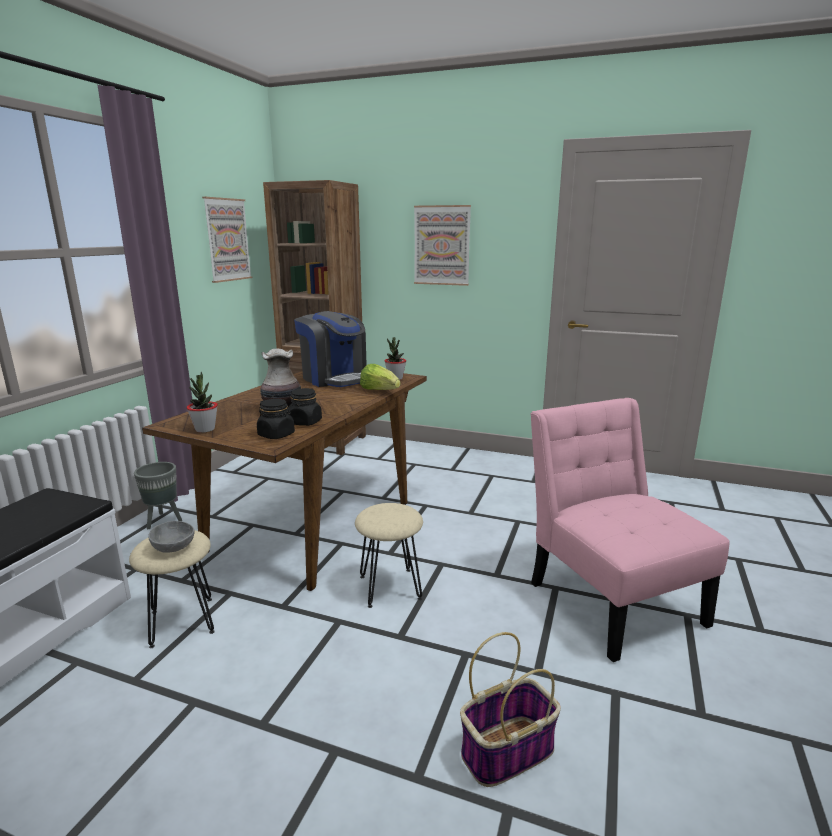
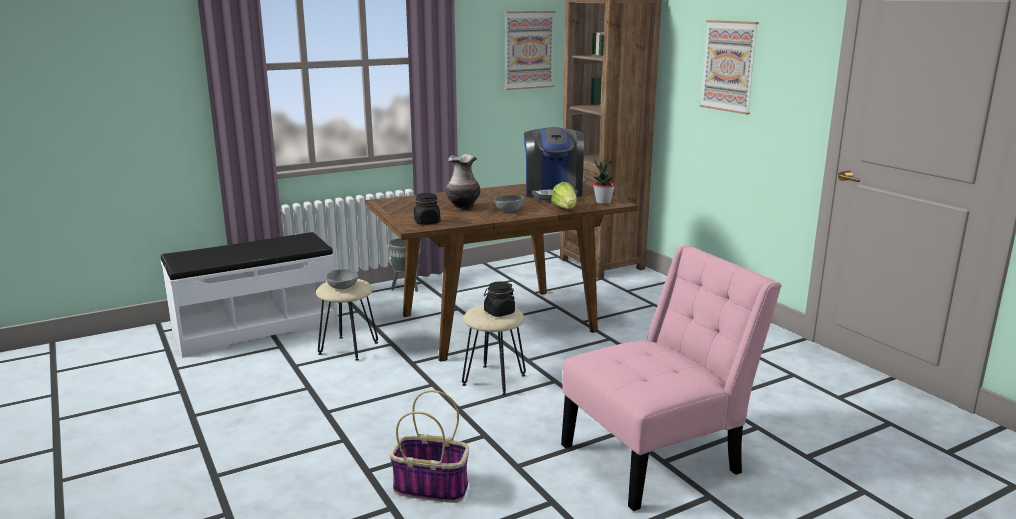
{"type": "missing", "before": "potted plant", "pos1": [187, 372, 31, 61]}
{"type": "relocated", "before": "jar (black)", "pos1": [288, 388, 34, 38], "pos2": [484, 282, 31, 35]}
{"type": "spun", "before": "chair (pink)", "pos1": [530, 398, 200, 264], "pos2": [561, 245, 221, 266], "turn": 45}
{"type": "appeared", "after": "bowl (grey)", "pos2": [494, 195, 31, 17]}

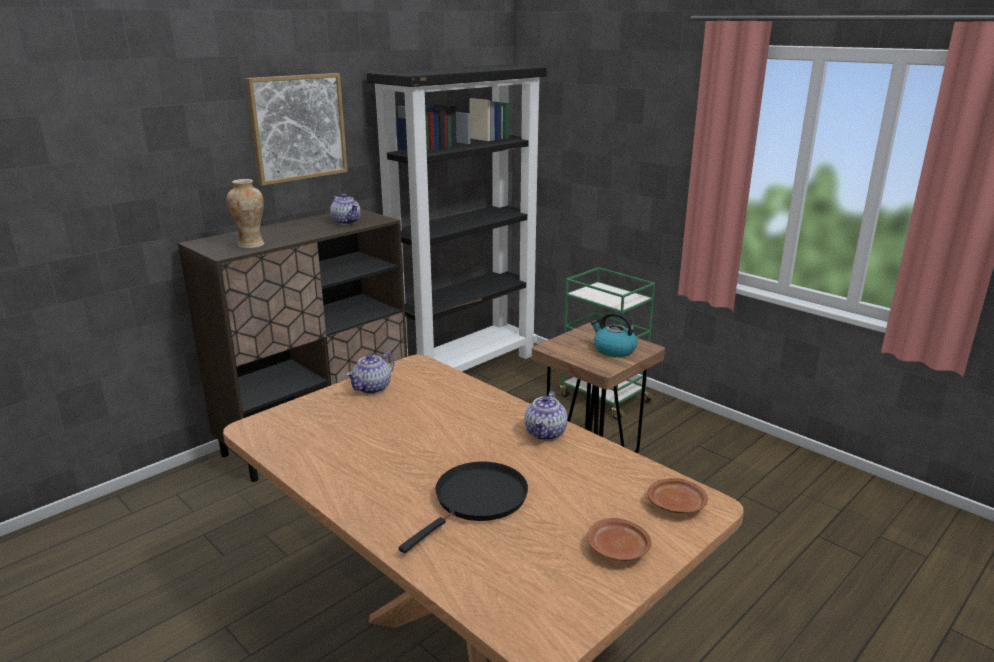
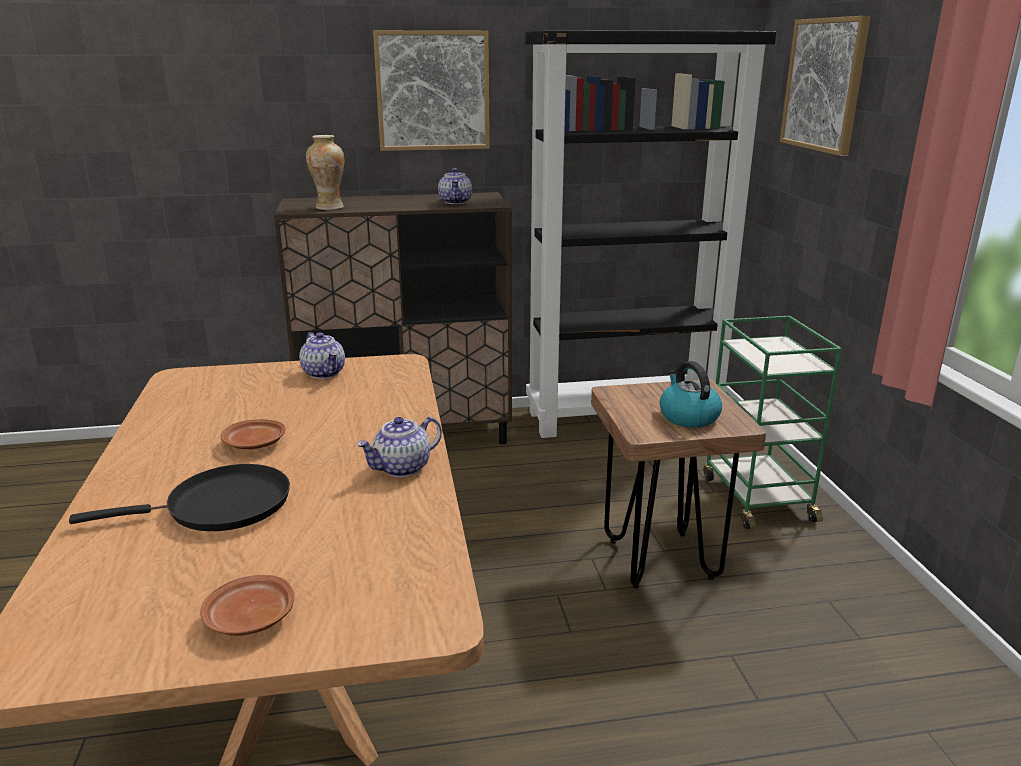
{"type": "spun", "before": "teapot", "pos1": [346, 352, 48, 42], "pos2": [299, 332, 46, 47], "turn": -105}
{"type": "relocated", "before": "plate (brown)", "pos1": [647, 478, 61, 36], "pos2": [221, 419, 65, 31]}
{"type": "appeared", "after": "picture", "pos2": [779, 16, 92, 140]}

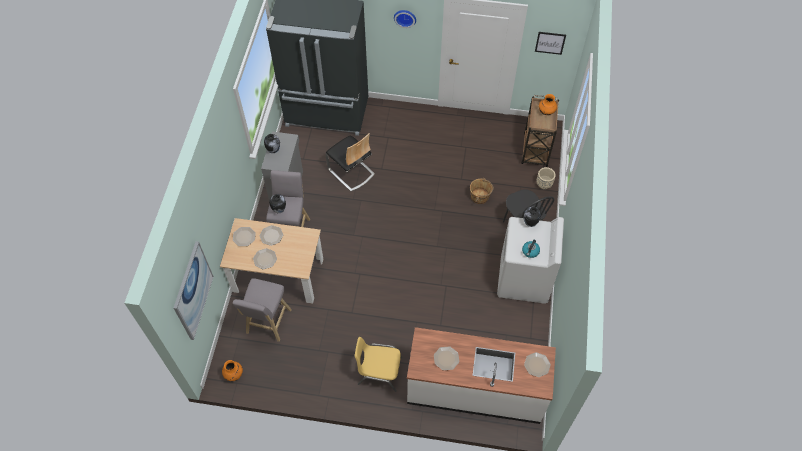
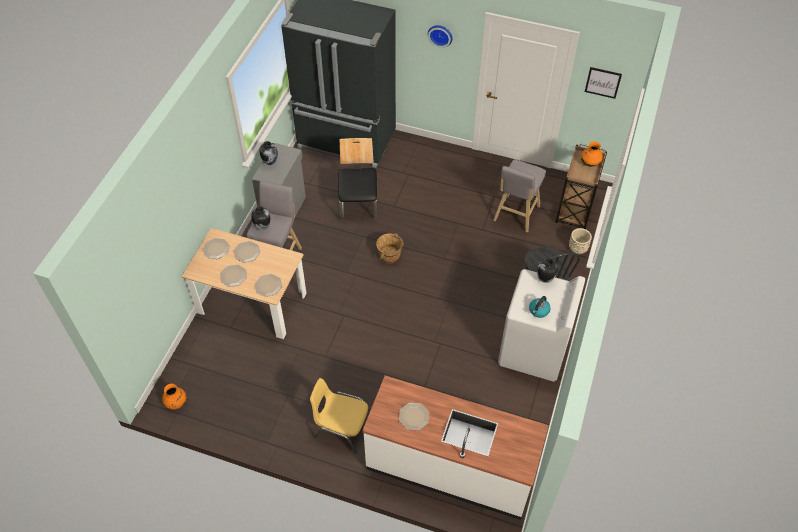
{"type": "missing", "before": "picture", "pos1": [174, 241, 40, 99]}
{"type": "relocated", "before": "stool (grey)", "pos1": [233, 278, 59, 64], "pos2": [493, 160, 53, 73]}
{"type": "spun", "before": "chair", "pos1": [325, 133, 50, 58], "pos2": [338, 138, 39, 81], "turn": -150}
{"type": "relocated", "before": "bucket (brown)", "pos1": [470, 178, 24, 26], "pos2": [376, 233, 28, 30]}
{"type": "relocated", "before": "plate", "pos1": [524, 352, 27, 25], "pos2": [255, 274, 27, 23]}

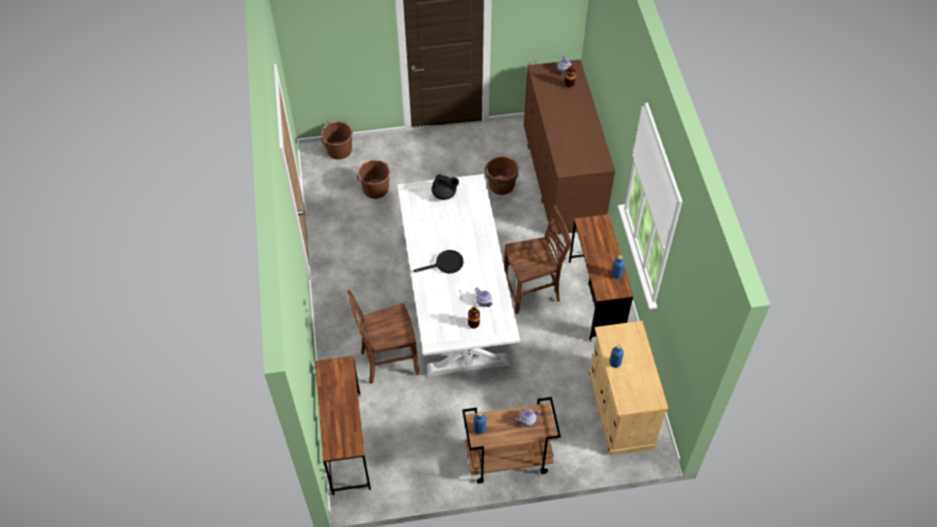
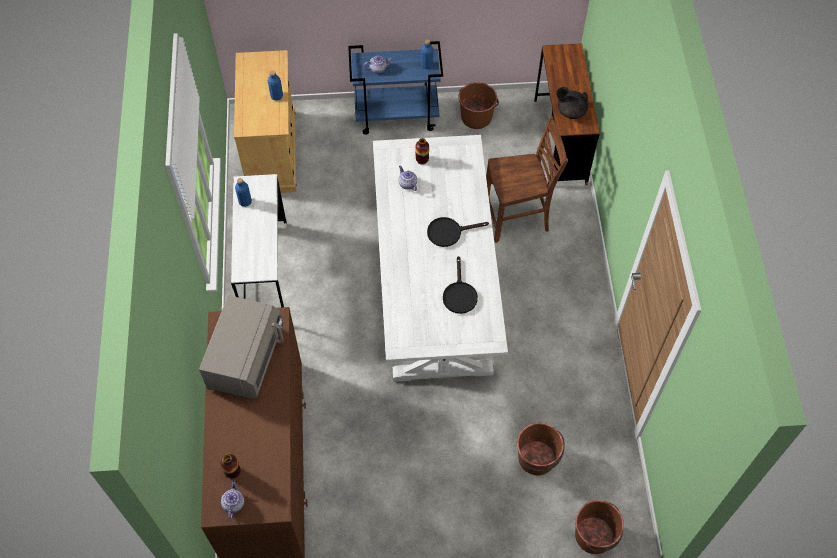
{"type": "relocated", "before": "teapot (black)", "pos1": [432, 174, 27, 26], "pos2": [556, 87, 32, 32]}
{"type": "colour", "before": "cart (brown)", "after": "cart (blue)", "pos1": [462, 397, 99, 87], "pos2": [348, 41, 95, 94]}
{"type": "relocated", "before": "bucket (brown)", "pos1": [485, 156, 34, 39], "pos2": [459, 82, 40, 47]}
{"type": "missing", "before": "chair (brown)", "pos1": [504, 206, 68, 108]}
{"type": "colour", "before": "desk (brown)", "after": "desk (white)", "pos1": [569, 214, 64, 128], "pos2": [231, 174, 56, 133]}
{"type": "appeared", "after": "microwave (grey)", "pos2": [199, 295, 85, 104]}
{"type": "appeared", "after": "frying pan (black)", "pos2": [443, 256, 35, 58]}

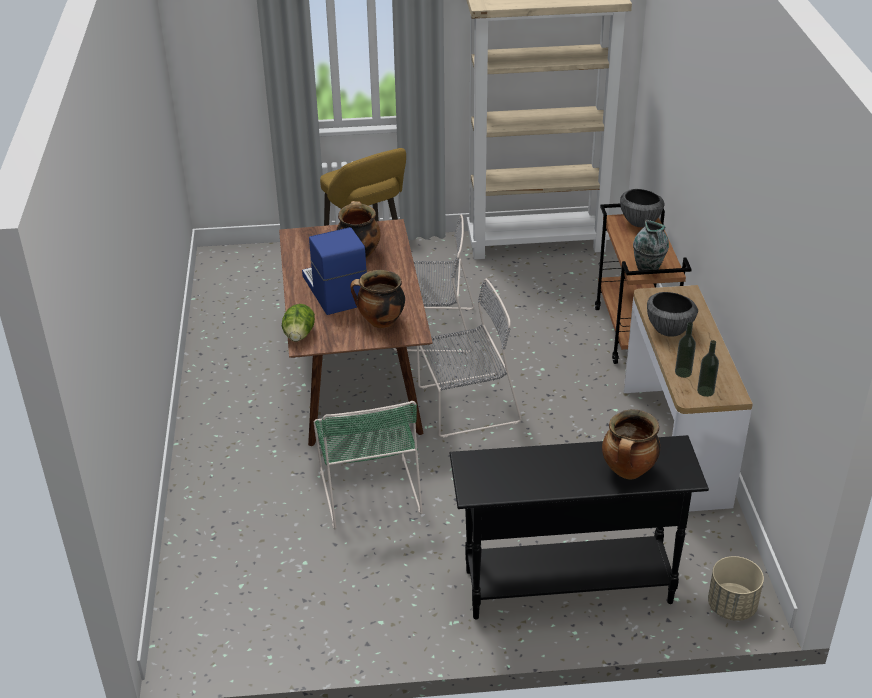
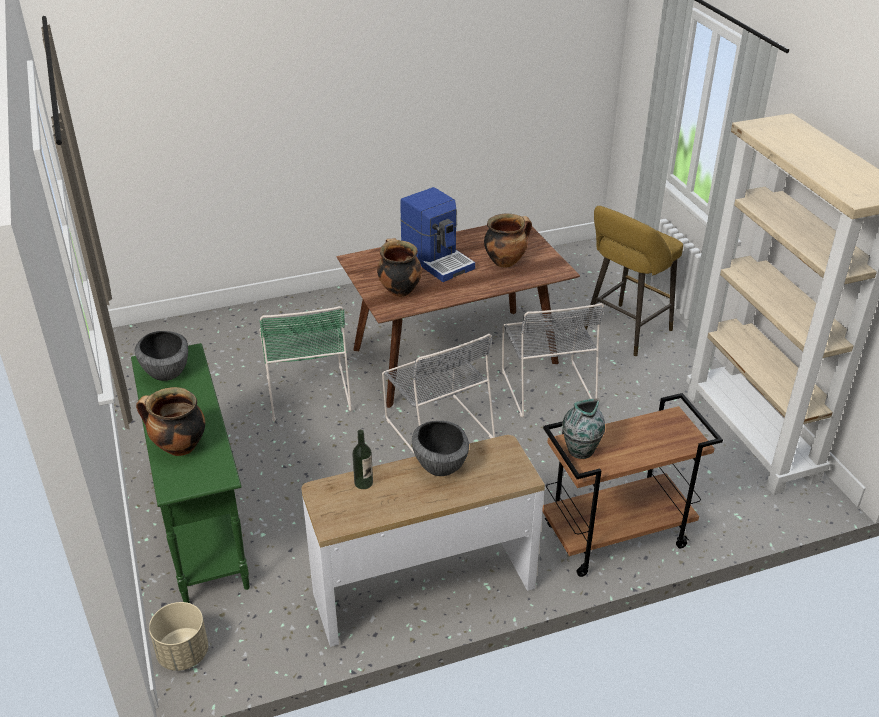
{"type": "missing", "before": "lettuce", "pos1": [282, 304, 33, 38]}
{"type": "spun", "before": "coffee machine", "pos1": [302, 227, 65, 88], "pos2": [400, 187, 75, 95], "turn": 90}
{"type": "spun", "before": "chair (green)", "pos1": [314, 401, 108, 128], "pos2": [259, 306, 93, 116], "turn": -75}
{"type": "colour", "before": "console table (black)", "after": "console table (green)", "pos1": [449, 435, 260, 184], "pos2": [131, 343, 119, 260]}
{"type": "relocated", "before": "bowl", "pos1": [620, 189, 45, 38], "pos2": [135, 331, 53, 50]}
{"type": "missing", "before": "bottle", "pos1": [697, 340, 22, 57]}

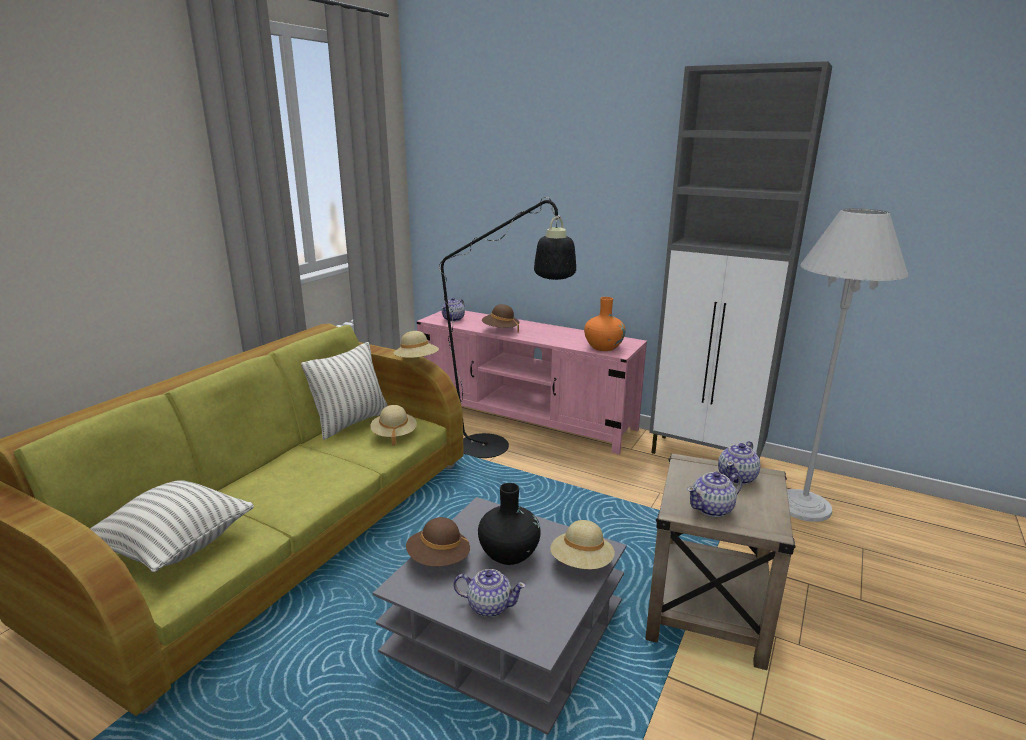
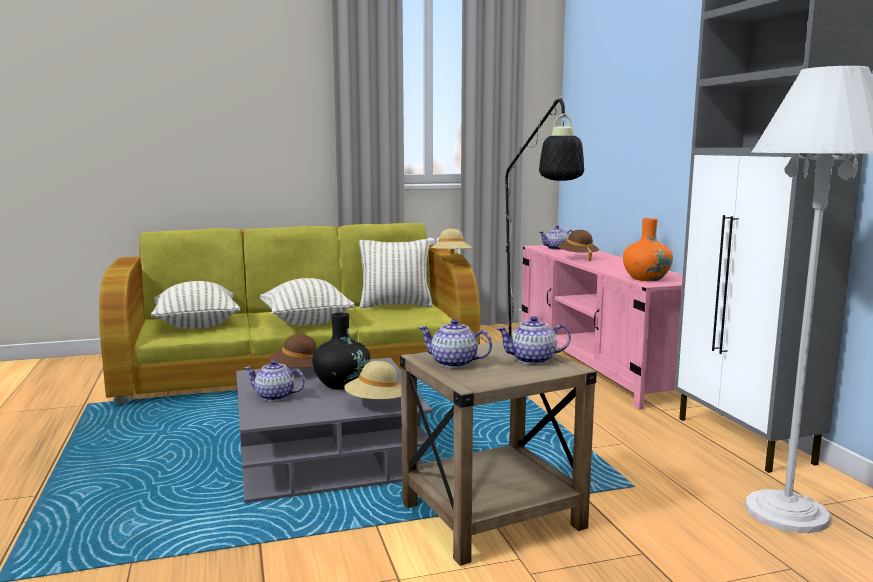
{"type": "missing", "before": "hat (beige)", "pos1": [370, 405, 47, 41]}
{"type": "spun", "before": "teapot", "pos1": [453, 569, 73, 48], "pos2": [244, 360, 61, 41], "turn": 135}
{"type": "appeared", "after": "pillow", "pos2": [260, 278, 95, 48]}

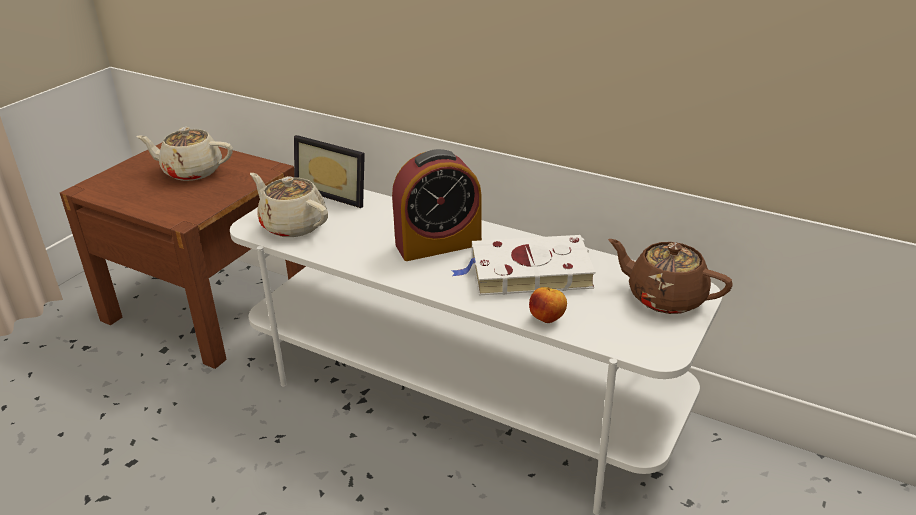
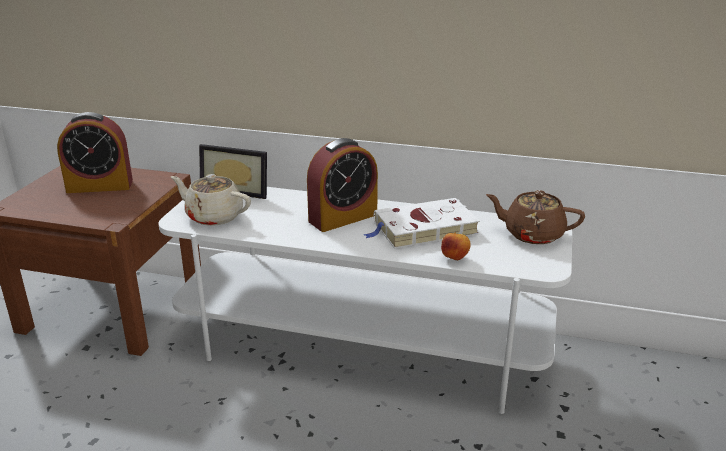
{"type": "exchanged", "before": "teapot (beige)", "after": "alarm clock", "pos1": [136, 127, 97, 54], "pos2": [57, 112, 76, 81]}

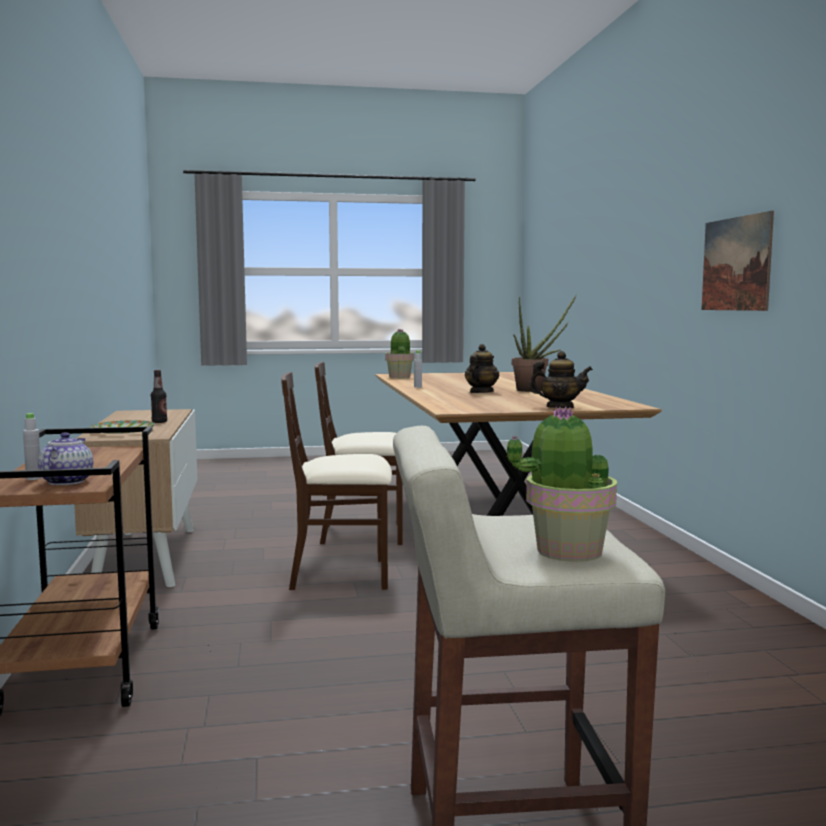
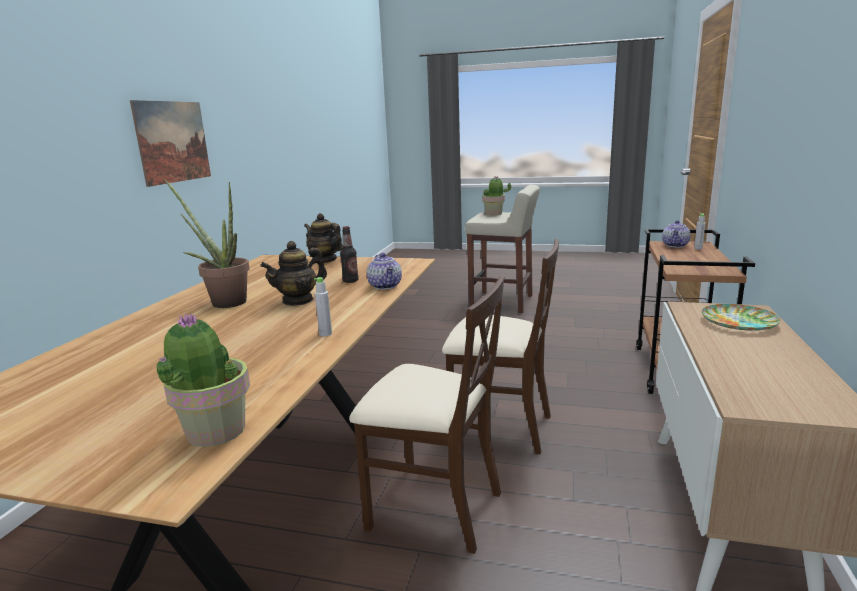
{"type": "relocated", "before": "bottle", "pos1": [151, 370, 16, 53], "pos2": [340, 226, 19, 57]}
{"type": "appeared", "after": "teapot", "pos2": [367, 253, 35, 37]}

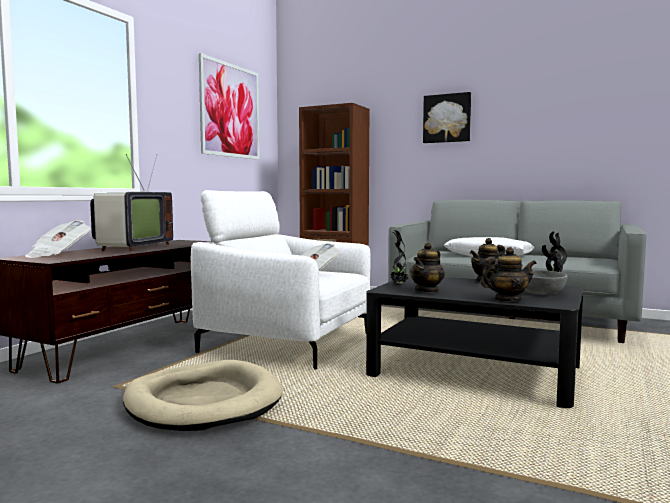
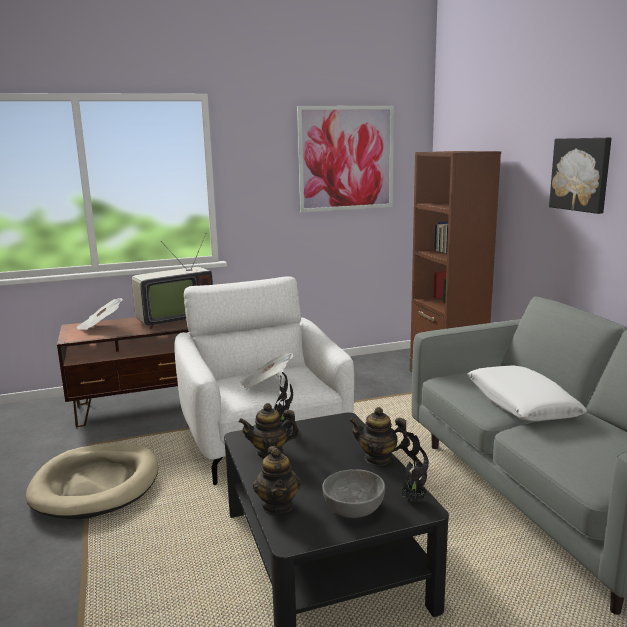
{"type": "spun", "before": "teapot", "pos1": [480, 247, 56, 54], "pos2": [253, 446, 48, 68], "turn": 45}

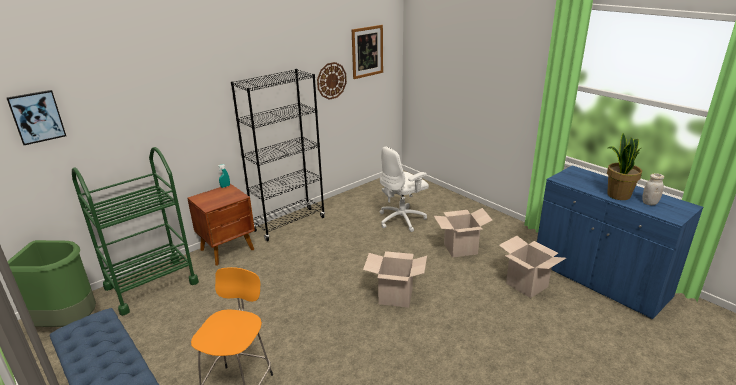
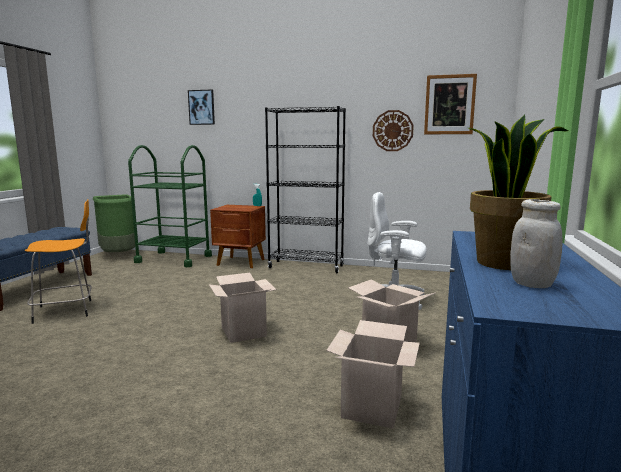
{"type": "relocated", "before": "picture", "pos1": [6, 90, 60, 55], "pos2": [188, 89, 27, 36]}

